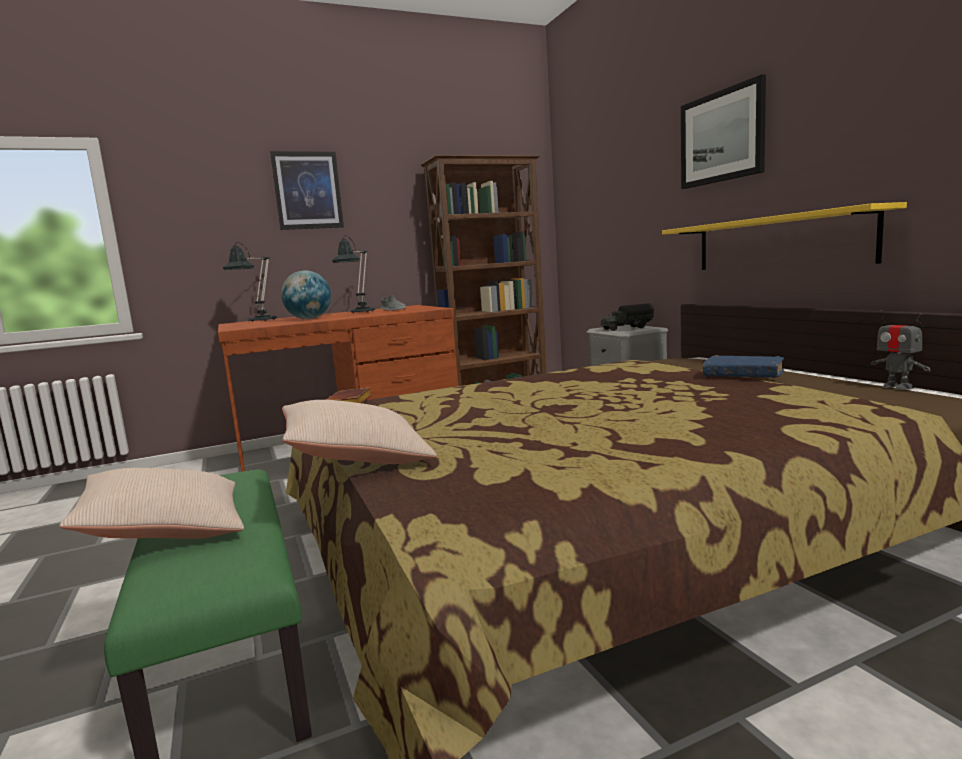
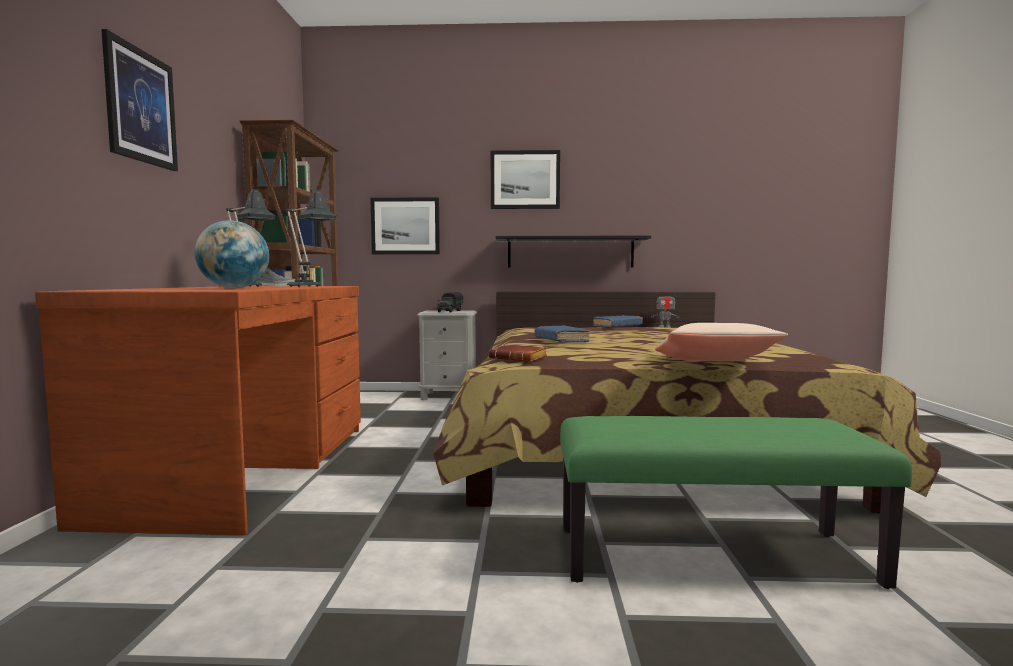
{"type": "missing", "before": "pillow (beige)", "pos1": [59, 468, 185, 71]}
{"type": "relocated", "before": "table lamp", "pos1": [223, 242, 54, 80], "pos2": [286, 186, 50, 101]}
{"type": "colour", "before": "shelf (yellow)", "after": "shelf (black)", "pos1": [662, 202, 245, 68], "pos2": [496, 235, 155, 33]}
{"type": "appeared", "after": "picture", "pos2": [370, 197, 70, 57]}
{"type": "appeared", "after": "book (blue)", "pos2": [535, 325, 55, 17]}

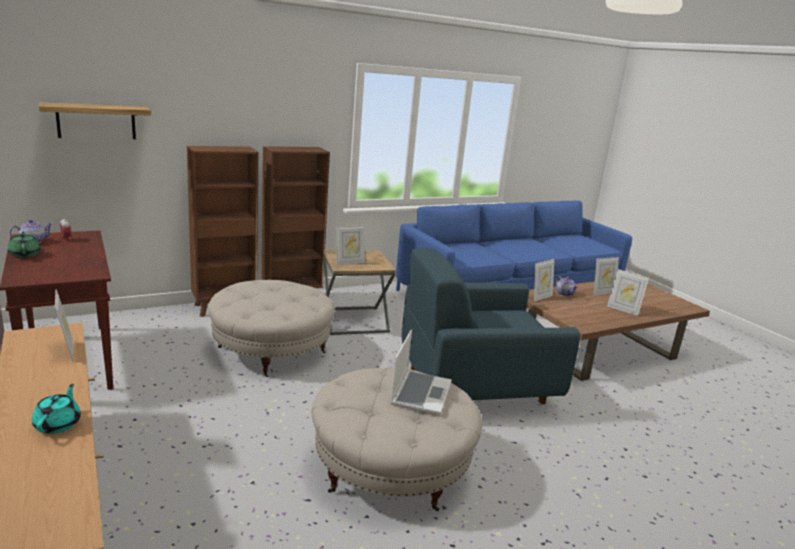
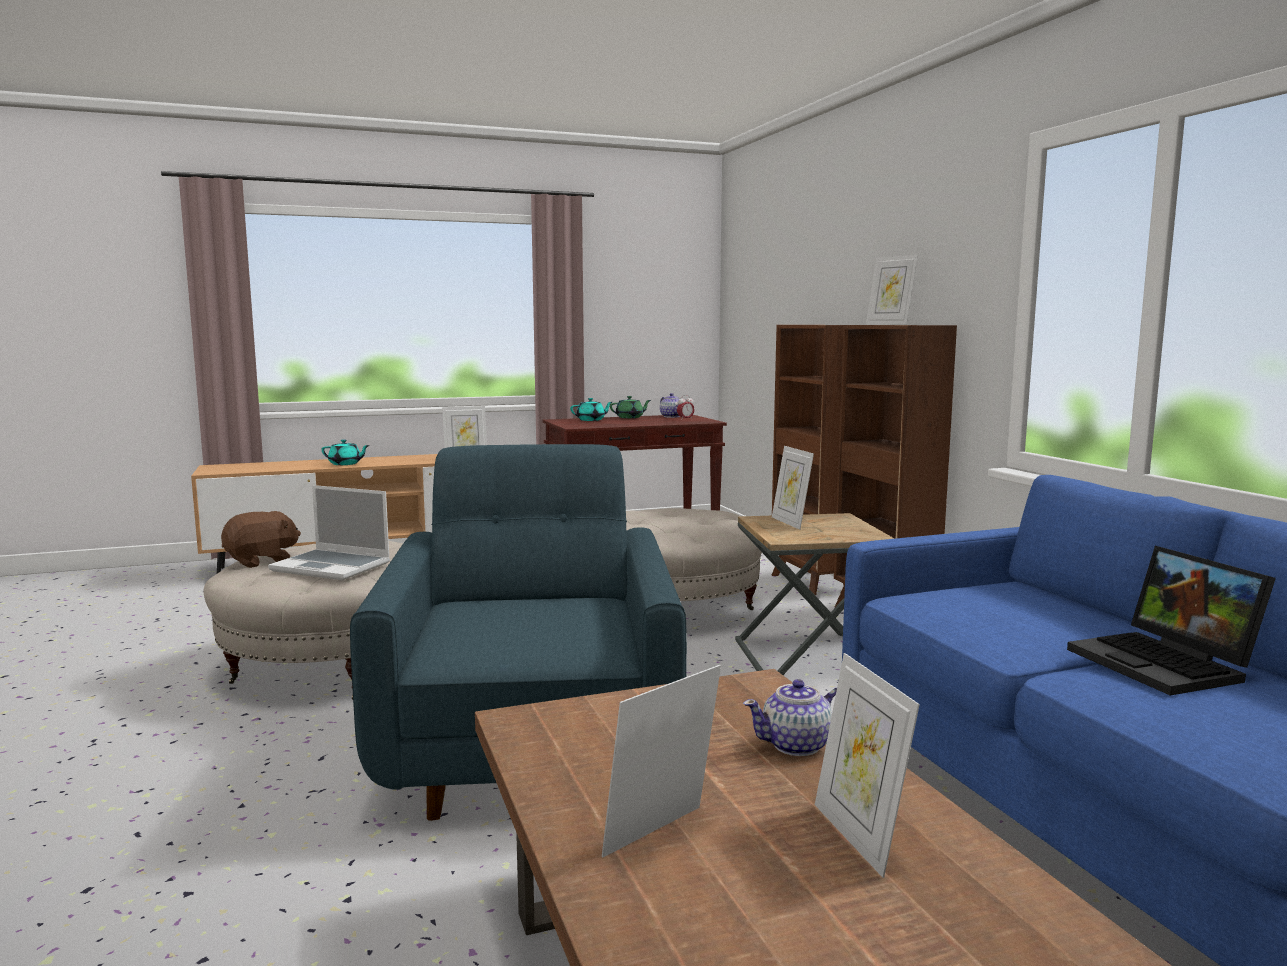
{"type": "missing", "before": "shelf", "pos1": [39, 102, 112, 37]}
{"type": "relocated", "before": "picture frame", "pos1": [534, 259, 20, 42], "pos2": [866, 254, 52, 71]}
{"type": "appeared", "after": "plush toy (brown)", "pos2": [221, 511, 80, 57]}
{"type": "appeared", "after": "teapot (turquoise)", "pos2": [570, 398, 42, 23]}
{"type": "appeared", "after": "laptop", "pos2": [1067, 546, 209, 150]}

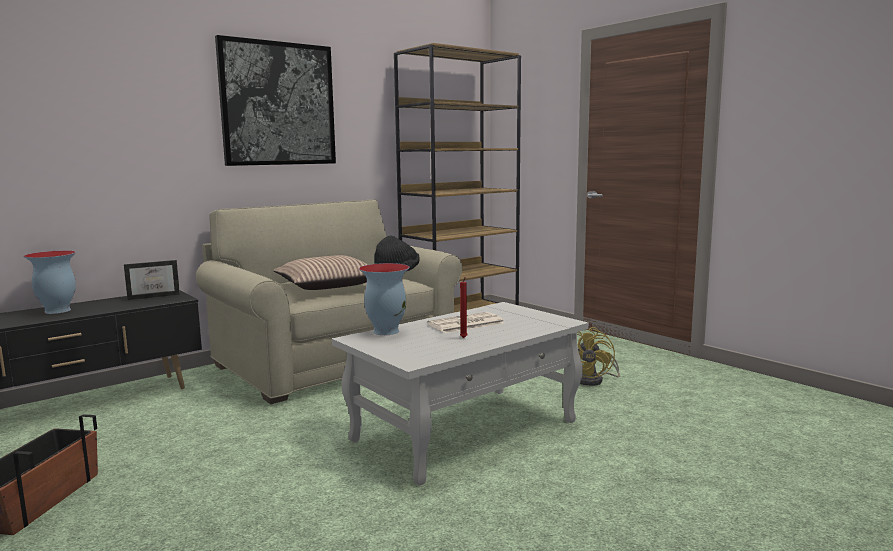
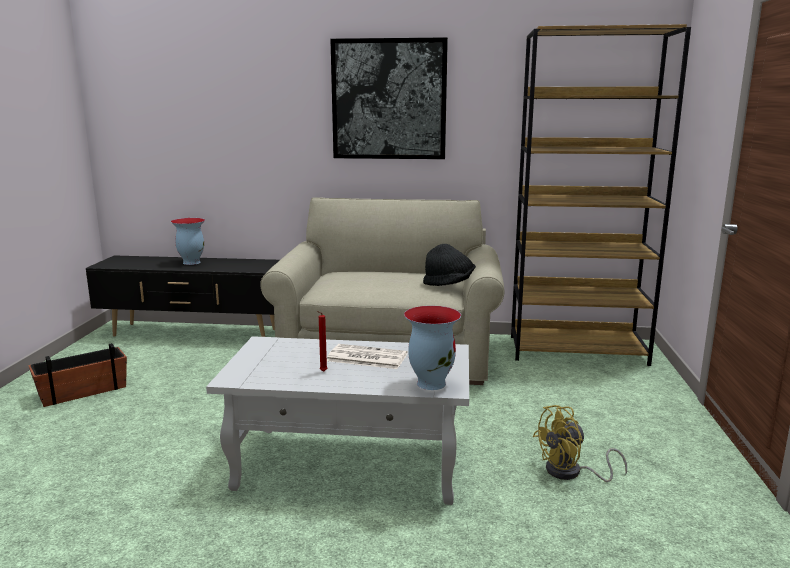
{"type": "missing", "before": "picture frame", "pos1": [124, 260, 56, 40]}
{"type": "missing", "before": "pillow", "pos1": [273, 255, 95, 35]}
{"type": "relocated", "before": "vase", "pos1": [359, 263, 50, 72], "pos2": [404, 306, 57, 84]}

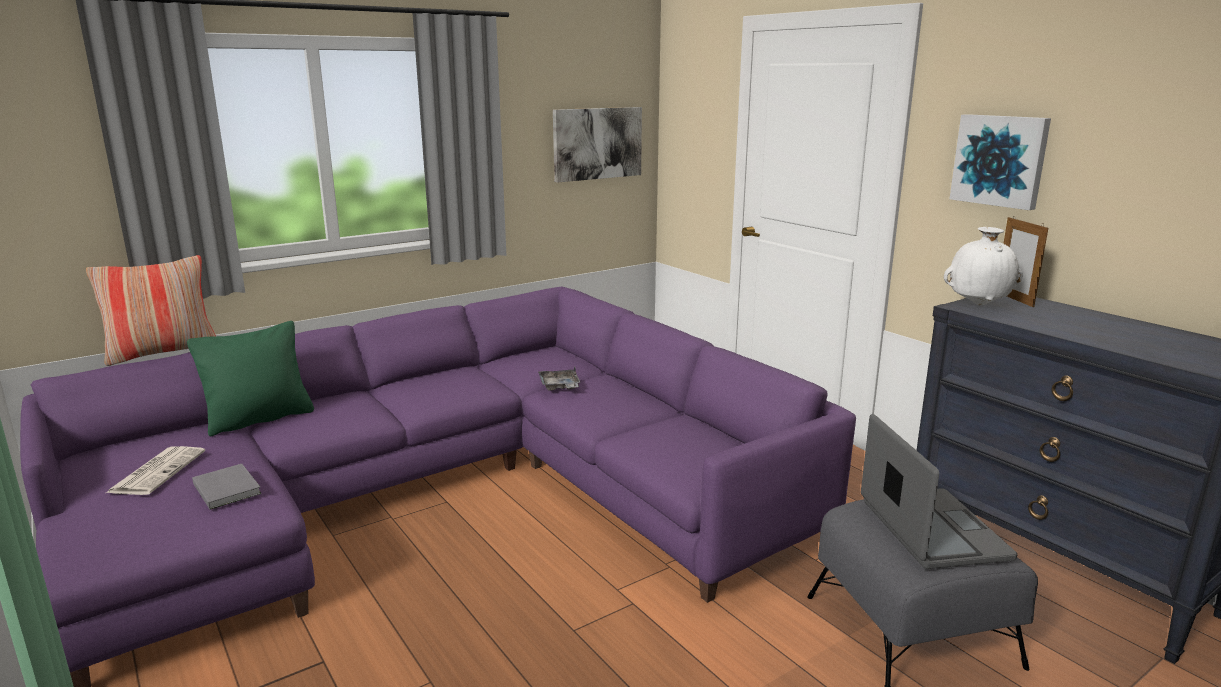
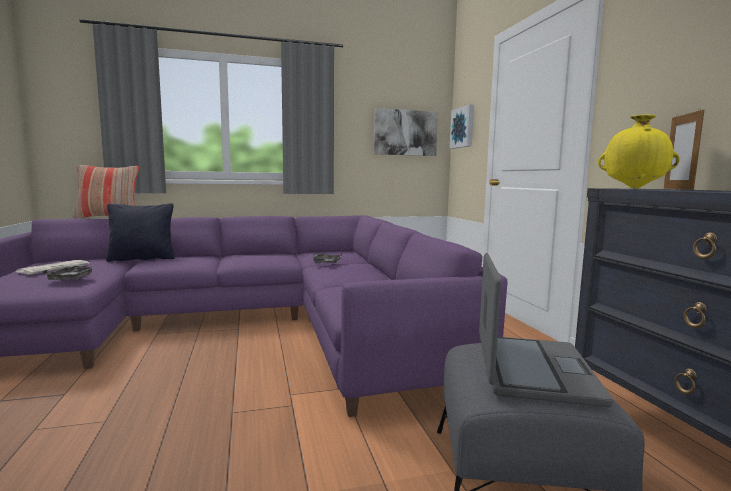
{"type": "colour", "before": "pillow (green)", "after": "pillow (black)", "pos1": [187, 321, 127, 115], "pos2": [106, 203, 69, 59]}
{"type": "exchanged", "before": "book (grey)", "after": "tray (grey)", "pos1": [192, 464, 70, 46], "pos2": [43, 265, 52, 16]}
{"type": "colour", "before": "vase (white)", "after": "vase (yellow)", "pos1": [944, 227, 79, 78], "pos2": [598, 115, 82, 74]}
{"type": "relocated", "before": "picture", "pos1": [949, 114, 102, 96], "pos2": [450, 104, 24, 45]}

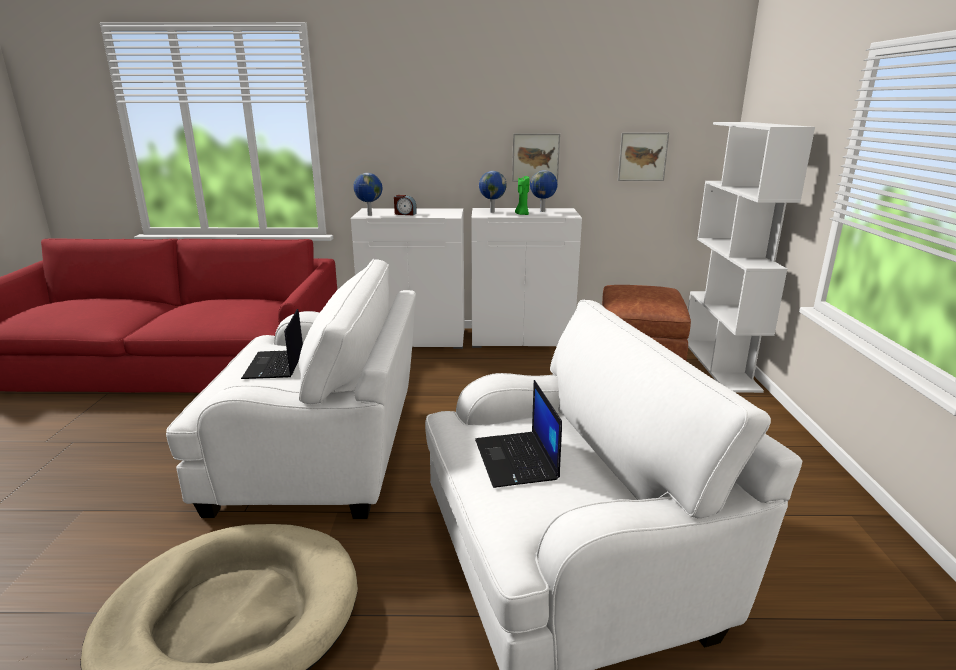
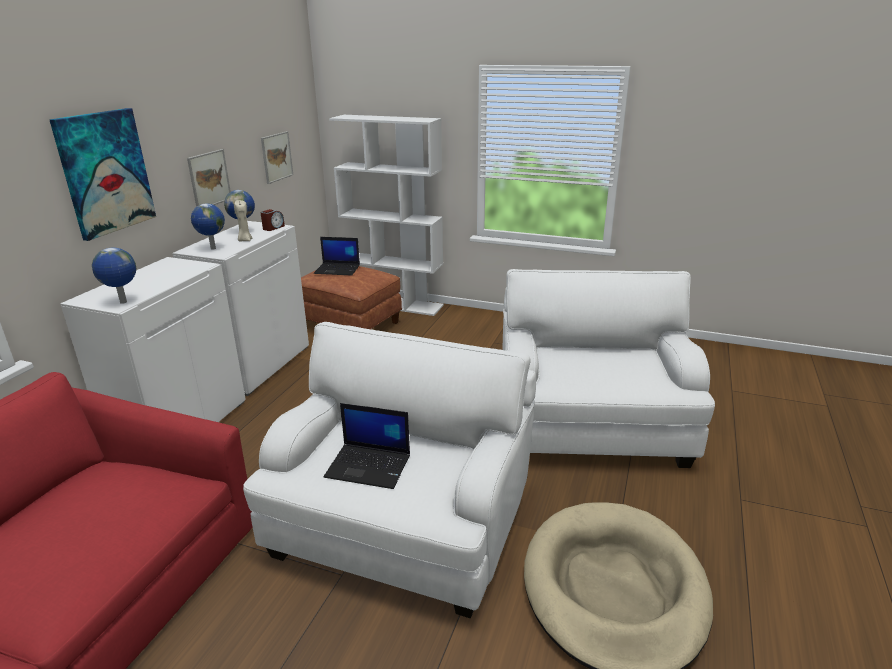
{"type": "relocated", "before": "alarm clock", "pos1": [394, 195, 23, 20], "pos2": [260, 209, 25, 22]}
{"type": "relocated", "before": "laptop", "pos1": [475, 380, 87, 108], "pos2": [314, 237, 46, 38]}
{"type": "colour", "before": "candle (green)", "after": "candle (beige)", "pos1": [515, 176, 14, 39], "pos2": [234, 200, 18, 41]}
{"type": "appeared", "after": "picture", "pos2": [49, 108, 107, 133]}

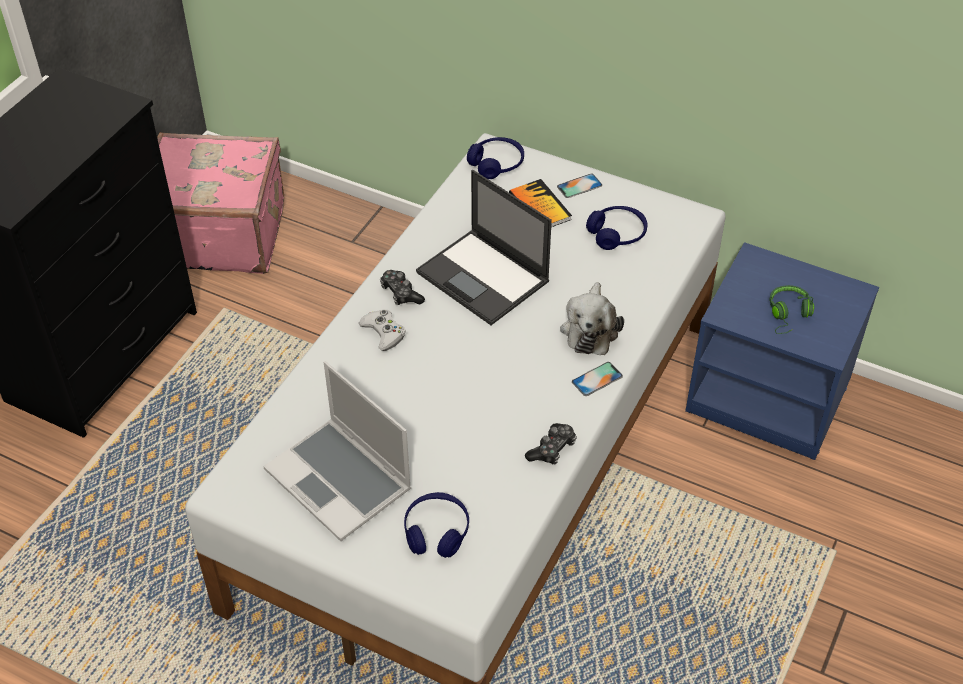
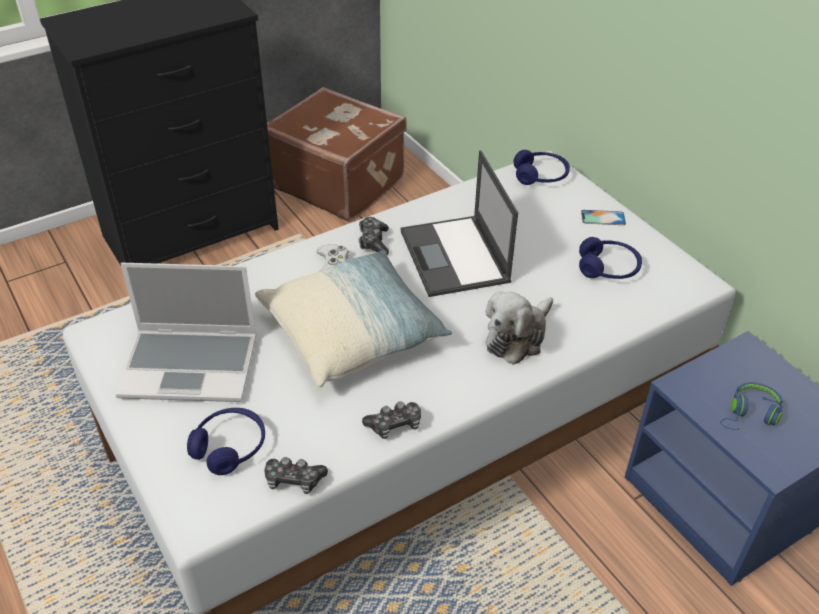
{"type": "colour", "before": "suitcase (pink)", "after": "suitcase (brown)", "pos1": [157, 132, 127, 142], "pos2": [267, 87, 140, 135]}
{"type": "spun", "before": "laptop", "pos1": [263, 361, 148, 180], "pos2": [115, 263, 141, 139], "turn": -75}
{"type": "missing", "before": "book", "pos1": [509, 179, 63, 48]}
{"type": "missing", "before": "phone", "pos1": [572, 362, 51, 34]}
{"type": "colour", "before": "headphones (green)", "after": "headphones (blue)", "pos1": [769, 285, 45, 49], "pos2": [720, 382, 63, 48]}
{"type": "appeared", "after": "pillow", "pos2": [255, 250, 197, 138]}
{"type": "appeared", "after": "game controller", "pos2": [264, 457, 64, 37]}

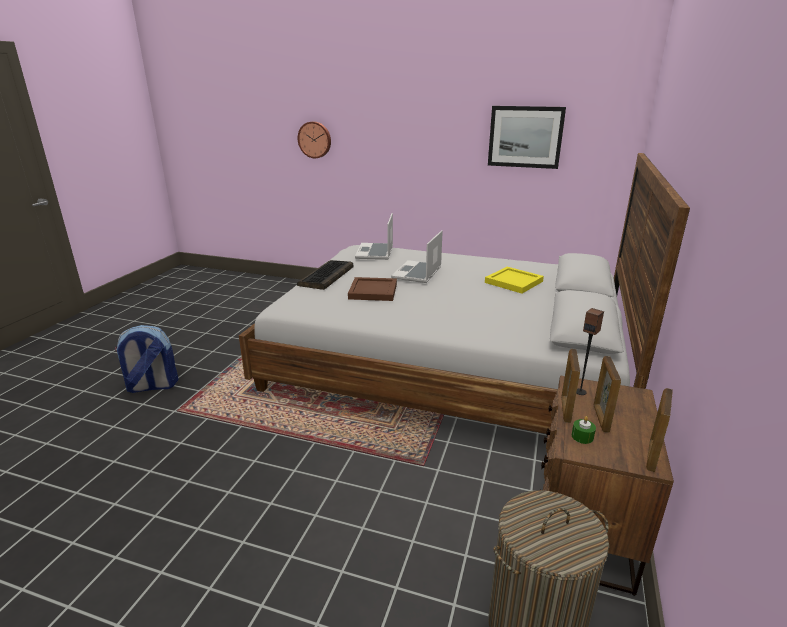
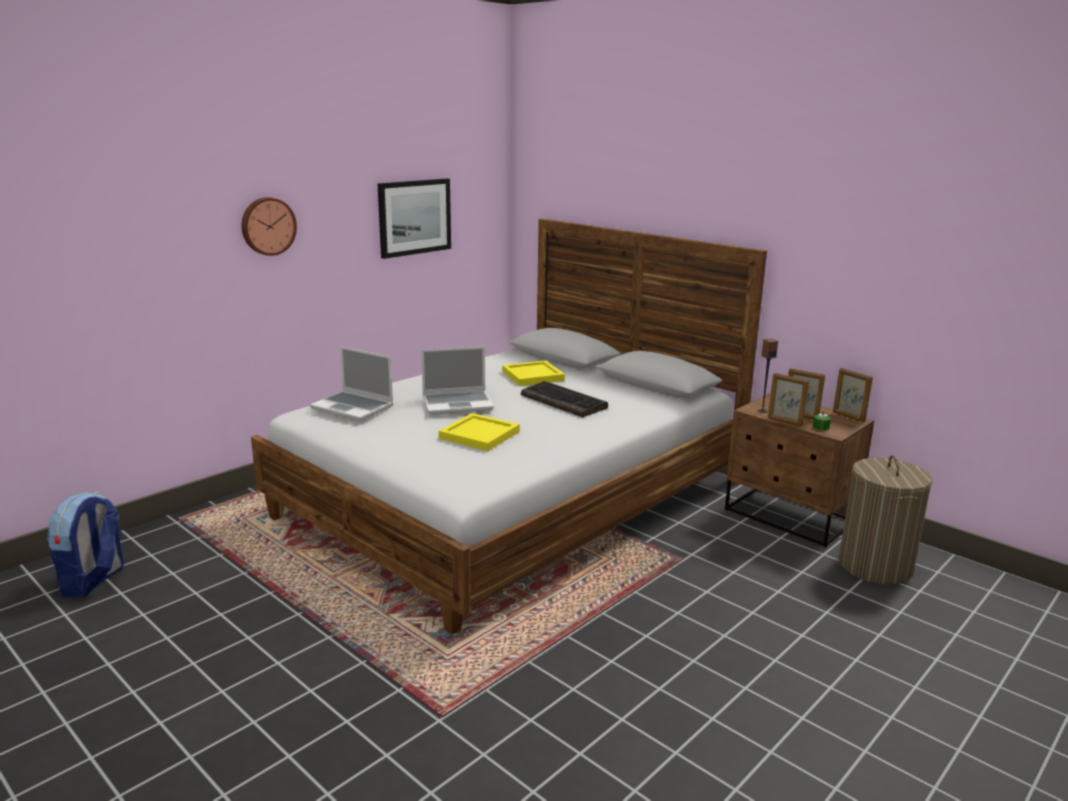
{"type": "relocated", "before": "backpack", "pos1": [114, 325, 65, 68], "pos2": [47, 492, 77, 105]}
{"type": "relocated", "before": "keyboard", "pos1": [297, 260, 57, 30], "pos2": [521, 381, 87, 36]}
{"type": "relocated", "before": "wall clock", "pos1": [298, 121, 33, 37], "pos2": [242, 197, 55, 59]}
{"type": "colour", "before": "tray (brown)", "after": "tray (yellow)", "pos1": [348, 277, 49, 24], "pos2": [439, 413, 81, 38]}
{"type": "spun", "before": "laptop", "pos1": [391, 230, 52, 53], "pos2": [421, 347, 73, 68], "turn": -60}

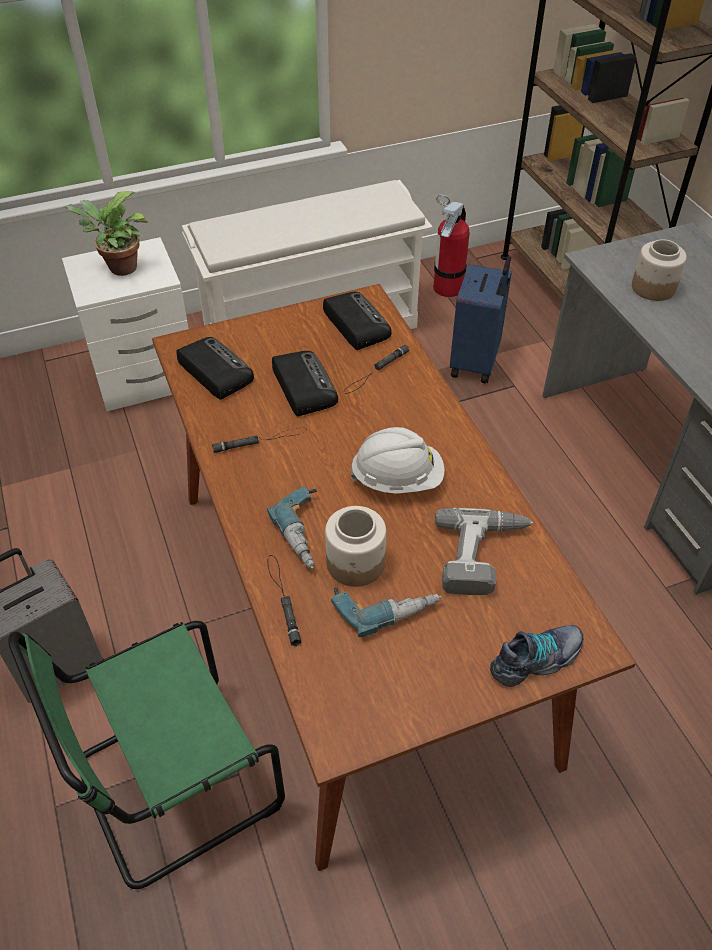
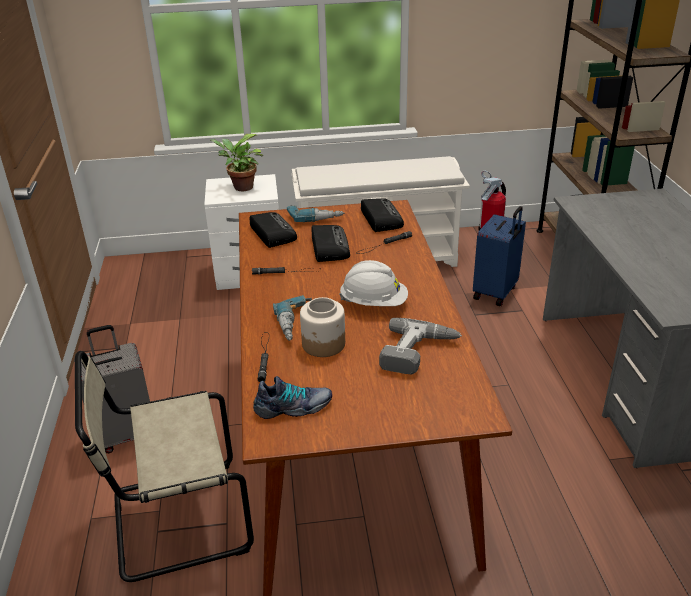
{"type": "colour", "before": "chair (green)", "after": "chair (beige)", "pos1": [8, 621, 277, 268], "pos2": [75, 351, 179, 231]}
{"type": "relocated", "before": "power drill", "pos1": [331, 587, 111, 50], "pos2": [287, 205, 58, 17]}
{"type": "relocated", "before": "shoe", "pos1": [490, 625, 94, 62], "pos2": [253, 376, 79, 43]}
{"type": "missing", "before": "jar", "pos1": [632, 239, 55, 62]}

